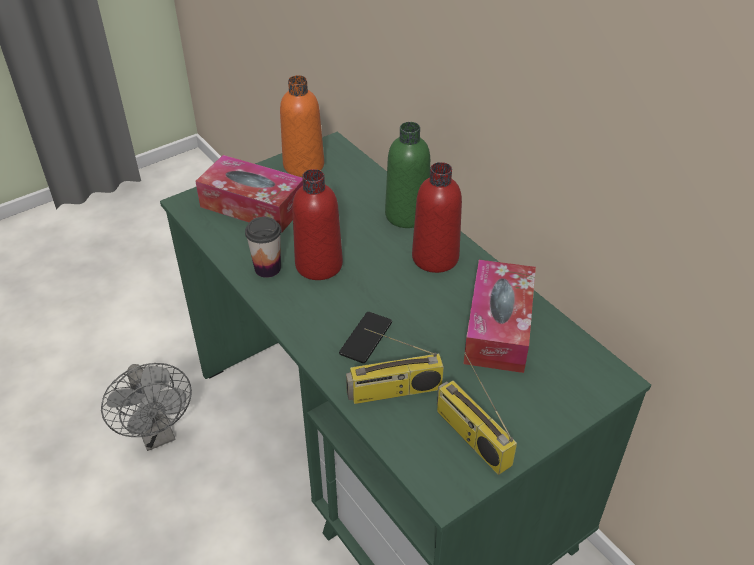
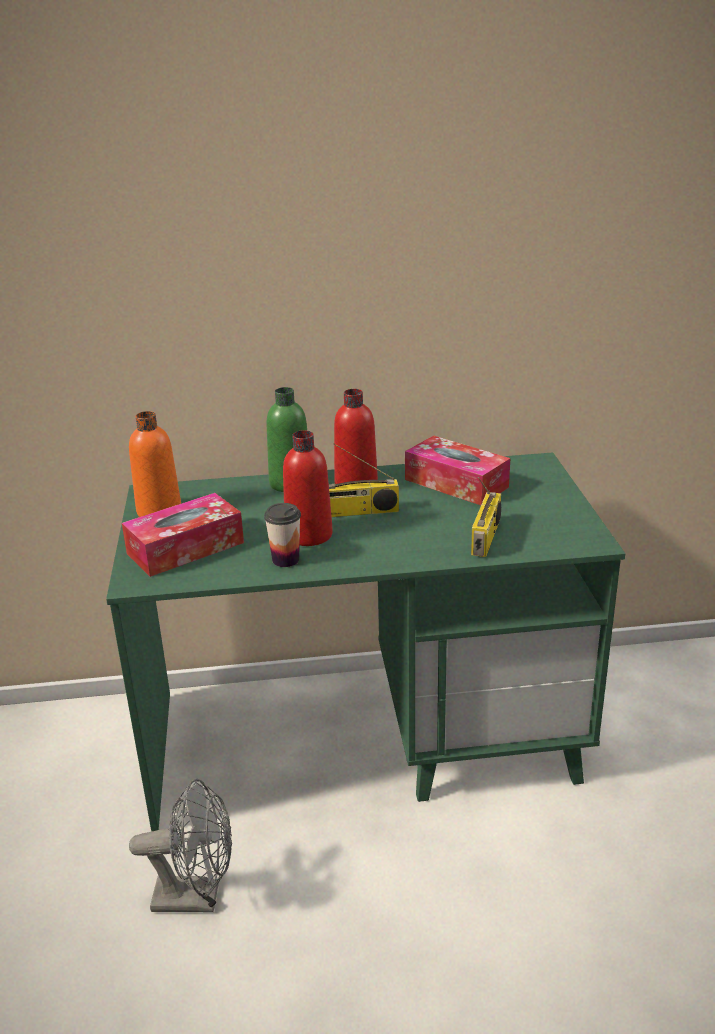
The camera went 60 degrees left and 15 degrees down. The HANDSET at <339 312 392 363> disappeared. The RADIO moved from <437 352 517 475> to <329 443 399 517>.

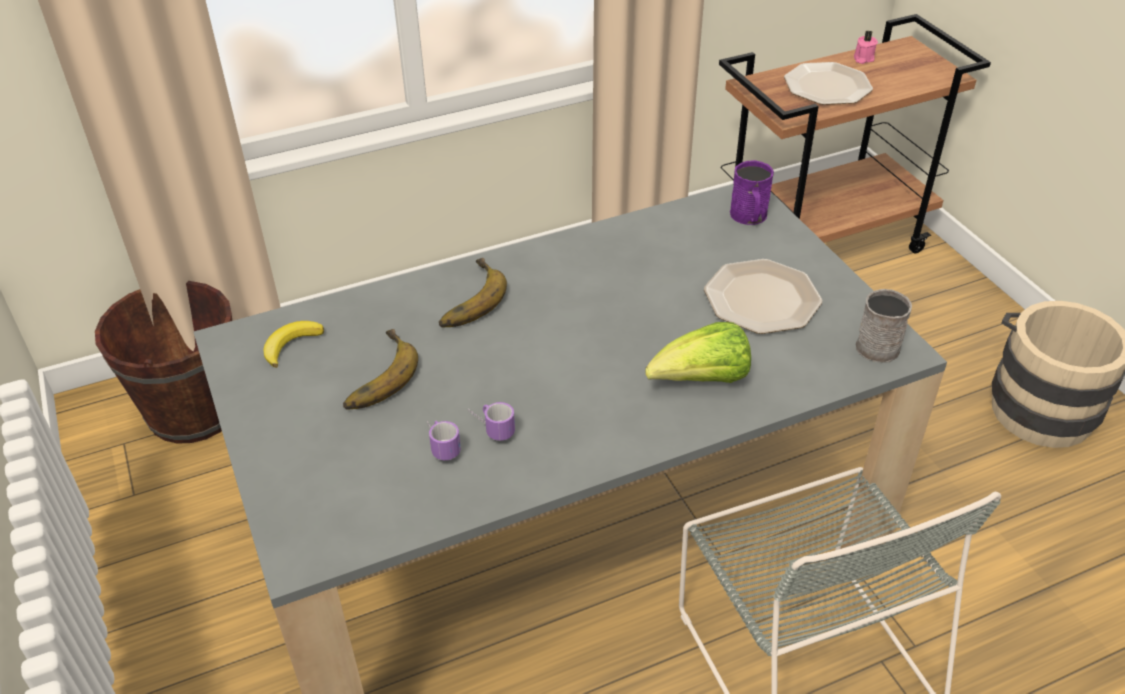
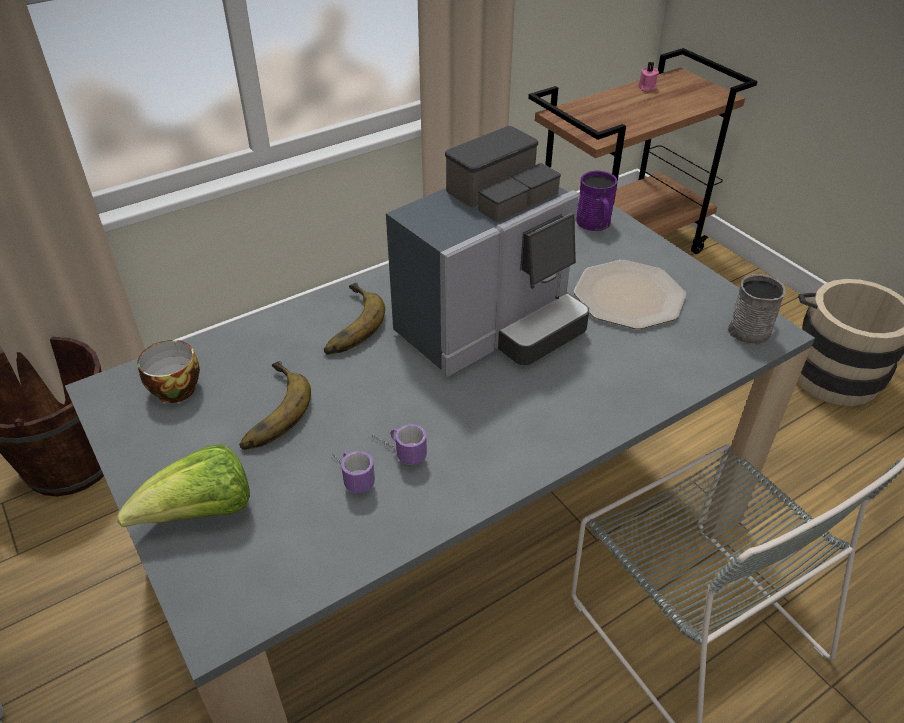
The camera went 10 degrees left and 0 degrees up. The BANANA FRUIT at <263 321 324 368> was replaced by the SMALL CUP at <137 340 200 403>. The LETTUCE moved from <645 322 751 383> to <118 444 250 527>. The DINNER PLATE at <784 62 873 105> disappeared. The COFFEE BREWER at <386 126 589 377> appeared.

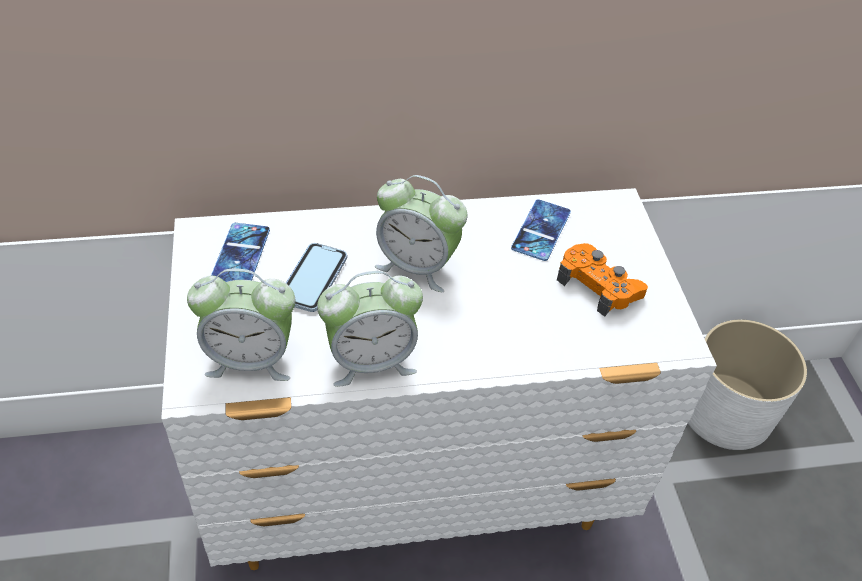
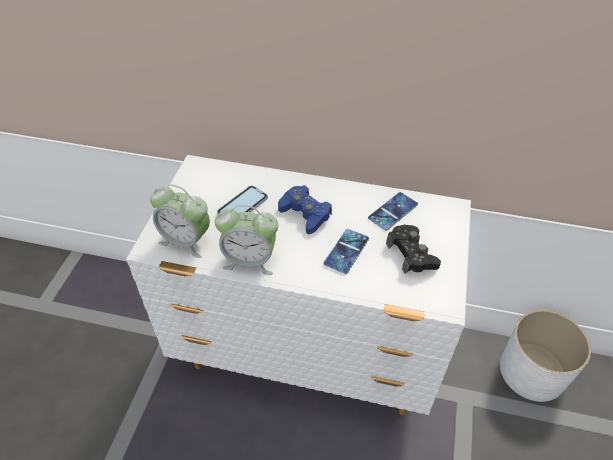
The camera went 25 degrees right and 0 degrees up. The HANDSET moved from <211 223 270 282> to <323 229 369 274>. The BEDSIDE CLOCK at <375 175 467 292> was replaced by the BLUE-COLOURED GAMEPAD at <278 186 332 234>. The ORANGEY GAMEPAD at <557 243 648 317> became the BLACKISH GAMEPAD at <386 224 441 274>.

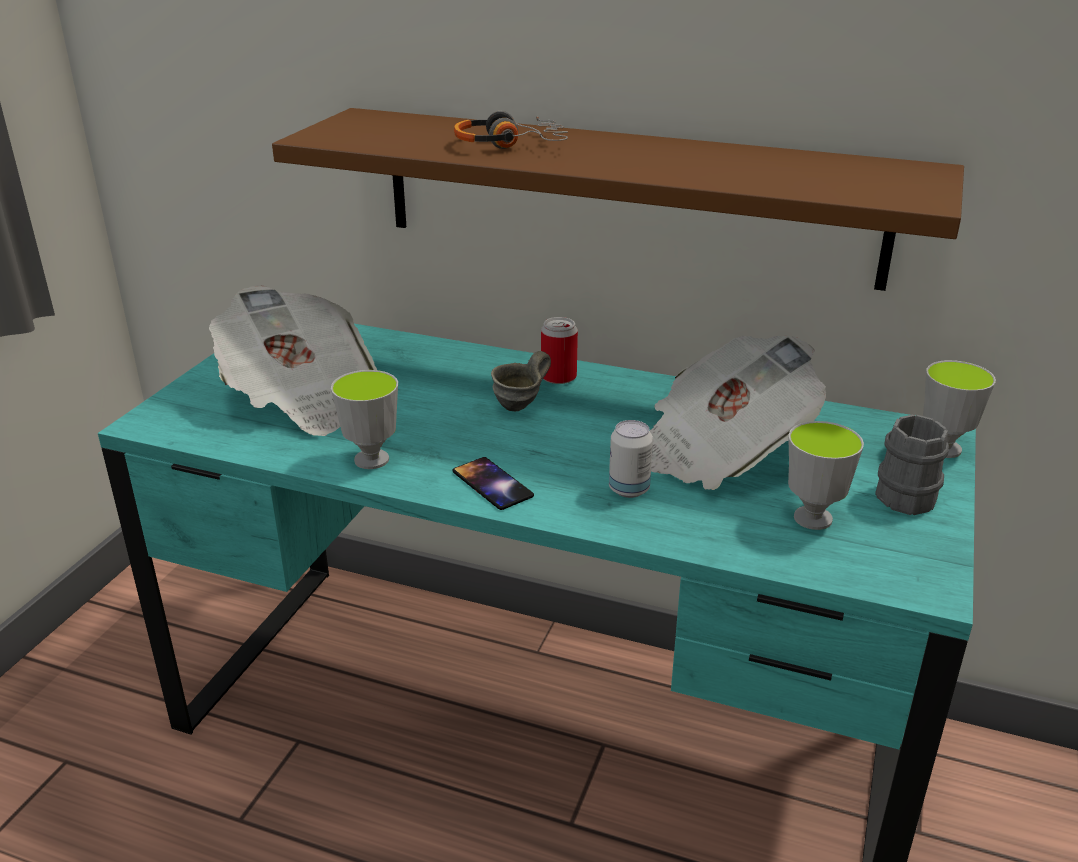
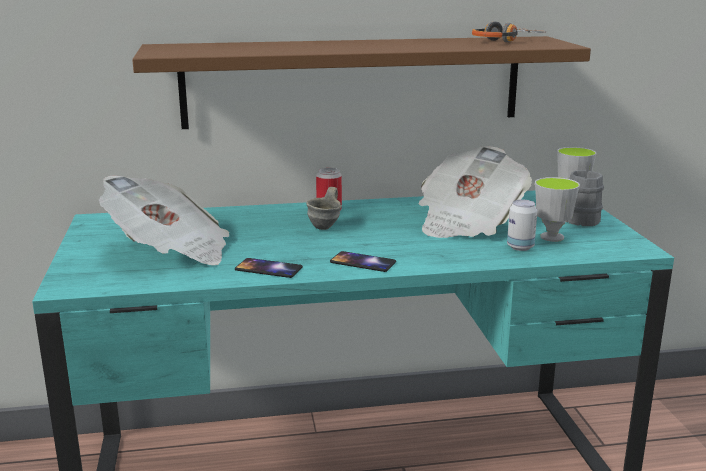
The camera went 30 degrees left and 10 degrees down. The SMALL CUP at <331 370 398 469> was replaced by the HANDSET at <235 258 303 278>. The PAIR OF HEADPHONES moved from <454 111 568 149> to <472 21 547 43>. The METAL CAN moved from <609 420 653 498> to <507 199 538 251>.

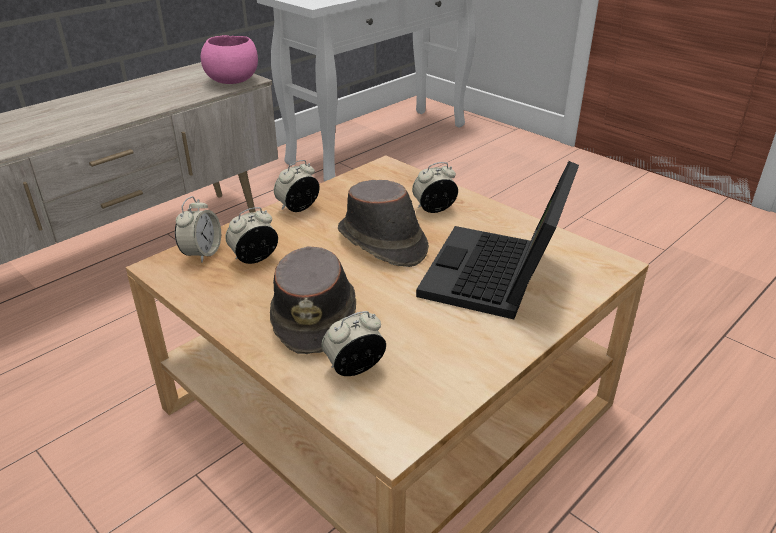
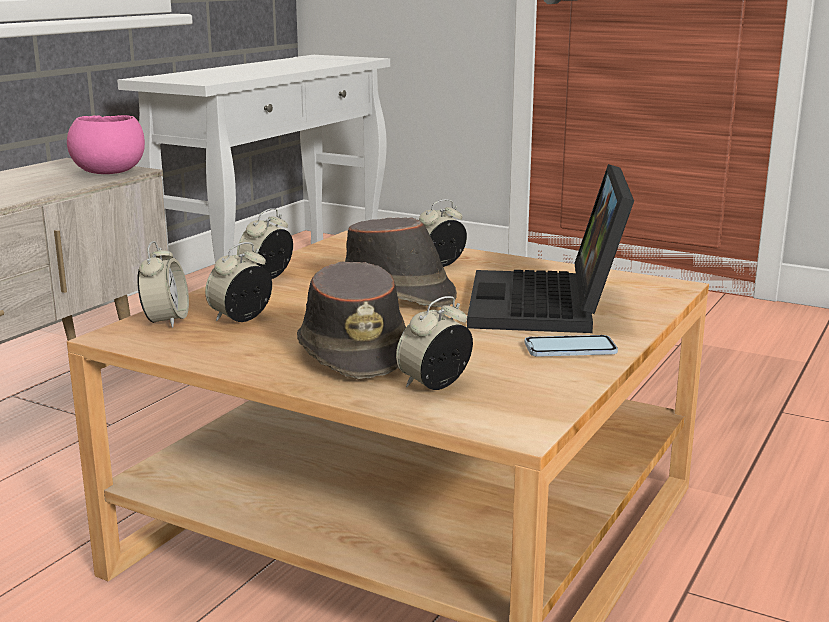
The camera went 15 degrees left and 15 degrees down. The HANDSET at <524 335 618 357> appeared.

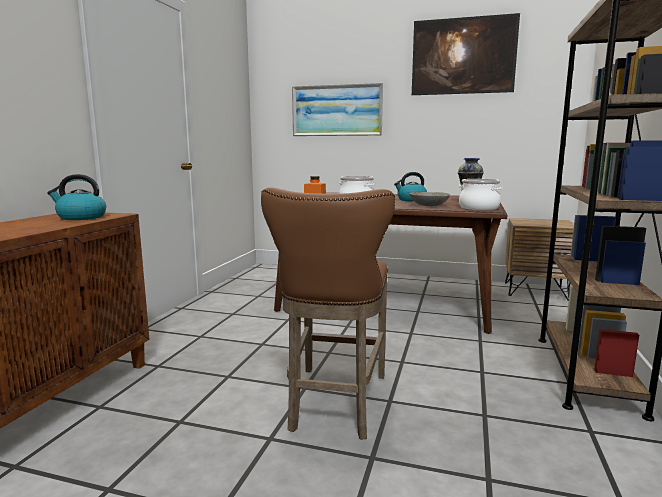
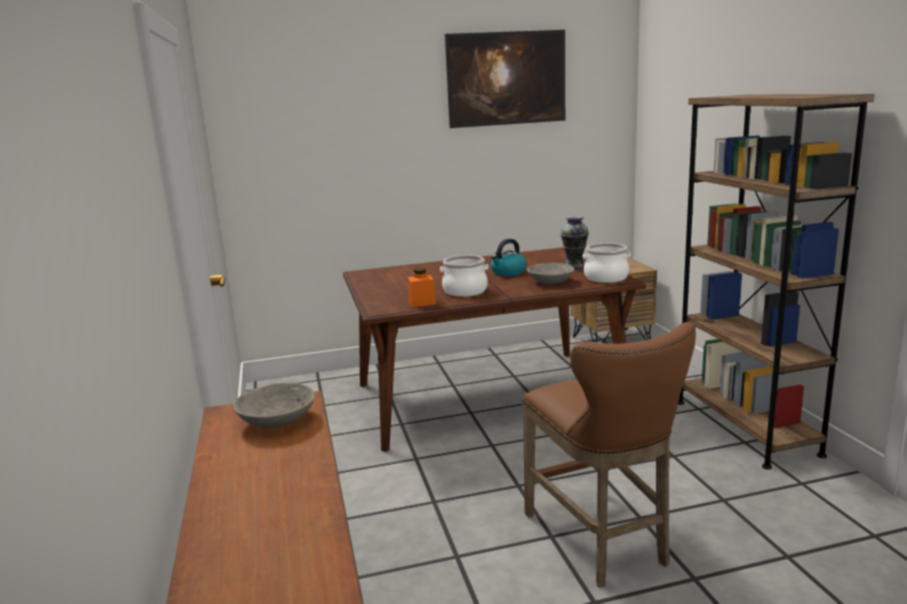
The camera went 30 degrees left and 5 degrees up. The KETTLE at <47 174 106 220> was replaced by the GREY BOWL at <234 383 315 428>. The PICTURE at <292 83 383 136> disappeared.

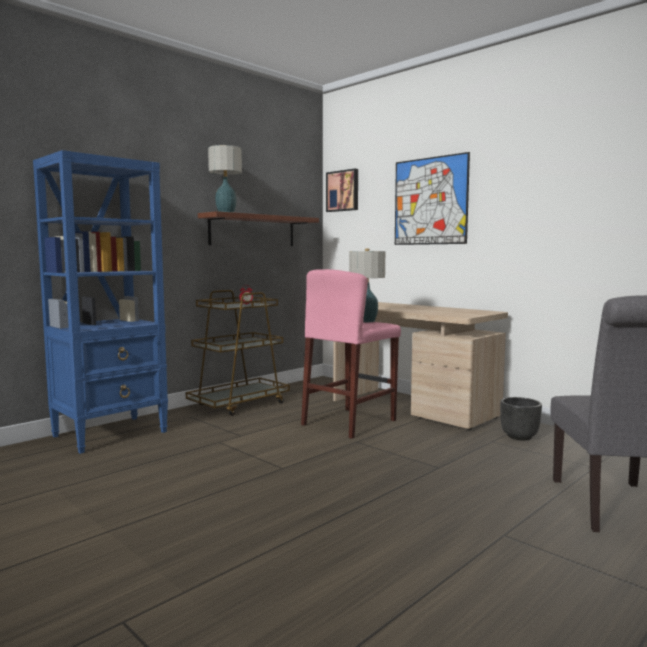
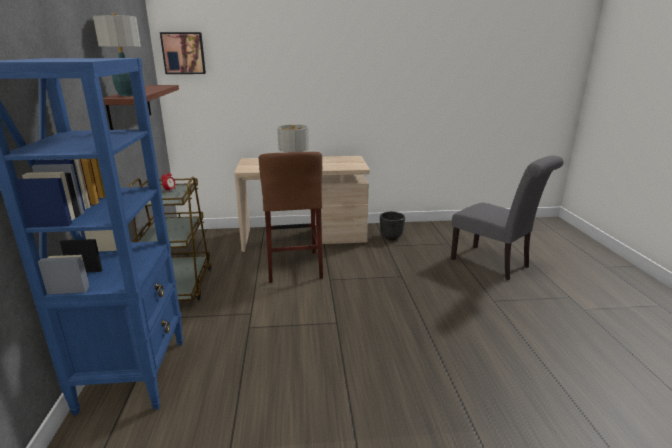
The camera went 50 degrees left and 15 degrees up. The PINK-COLOURED SITTING STOOL at <301 269 401 439> became the BROWN-COLOURED SITTING STOOL at <259 152 323 283>. The PICTURE at <395 152 470 245> disappeared.

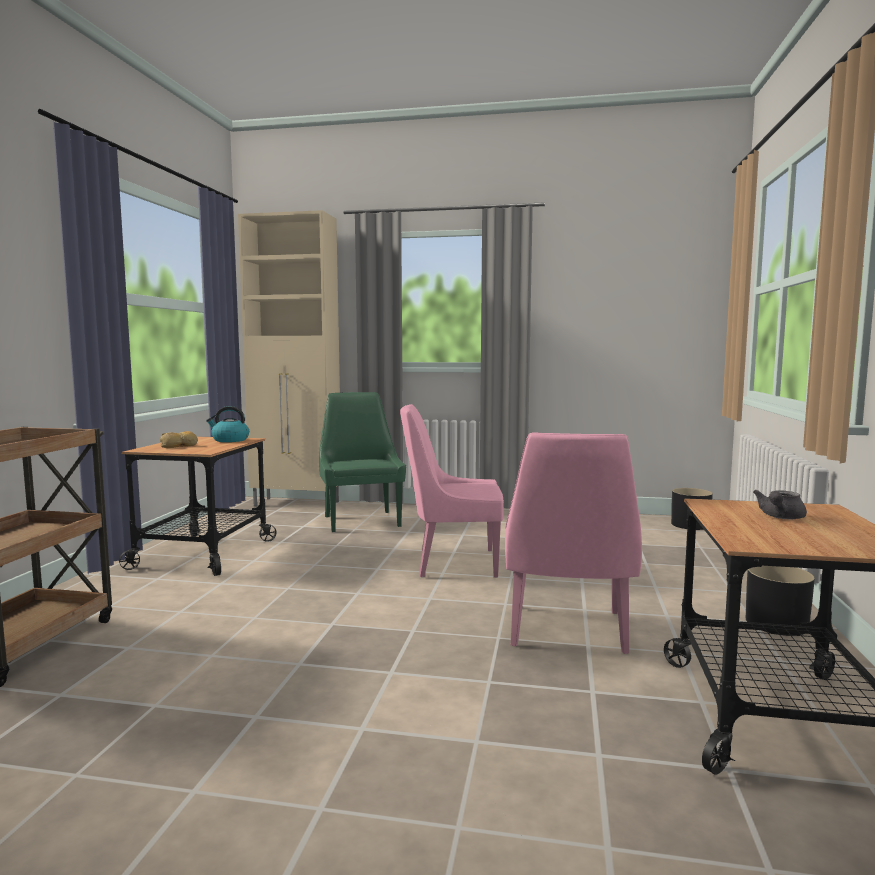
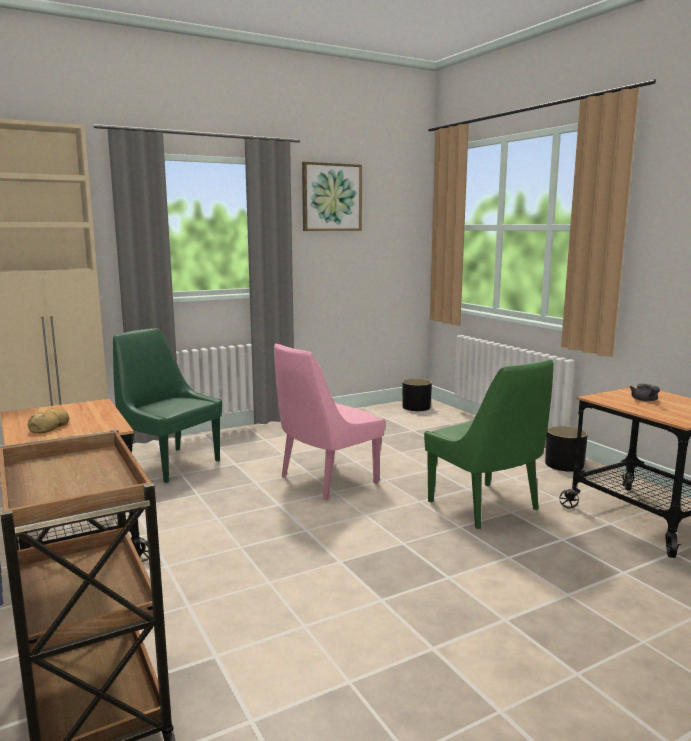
The camera went 40 degrees left and 5 degrees up. The KETTLE at <206 406 249 442> disappeared. The PINK-COLOURED CHAIR at <505 432 642 654> became the GREEN CHAIR at <424 360 554 529>. The PICTURE at <302 162 362 231> appeared.

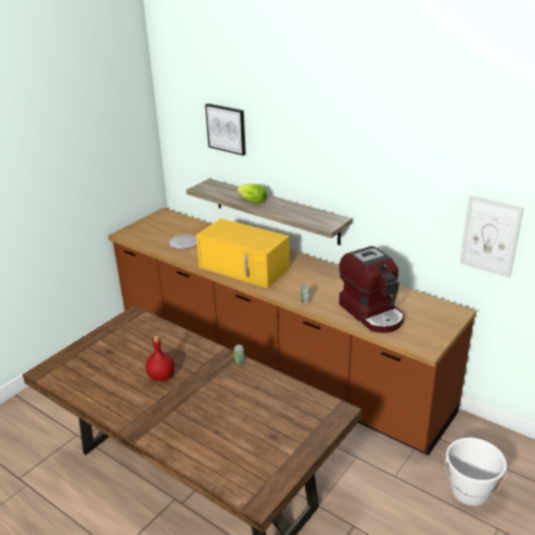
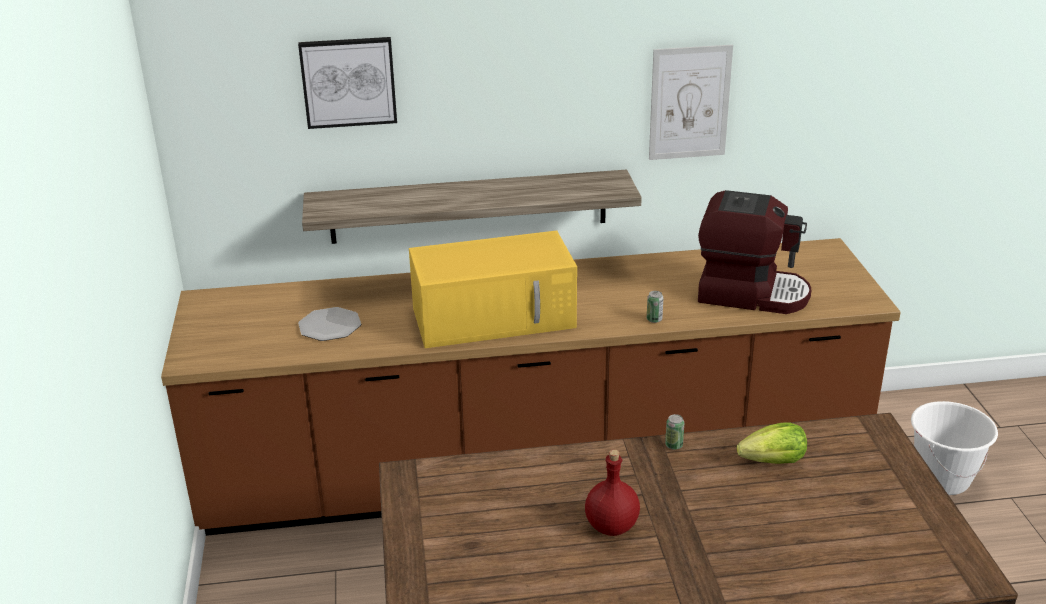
The camera went 45 degrees left and 0 degrees up. The LETTUCE moved from <237 184 267 204> to <737 422 807 464>. The PICTURE moved from <460 196 524 278> to <649 45 733 160>.

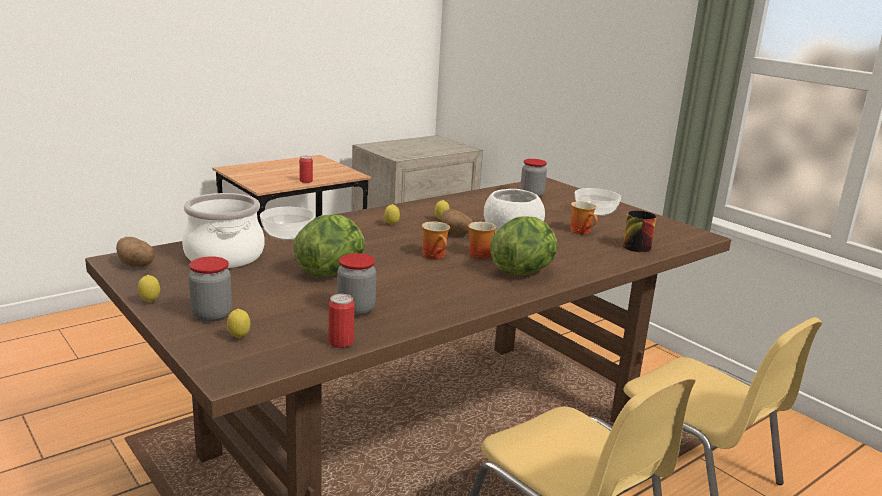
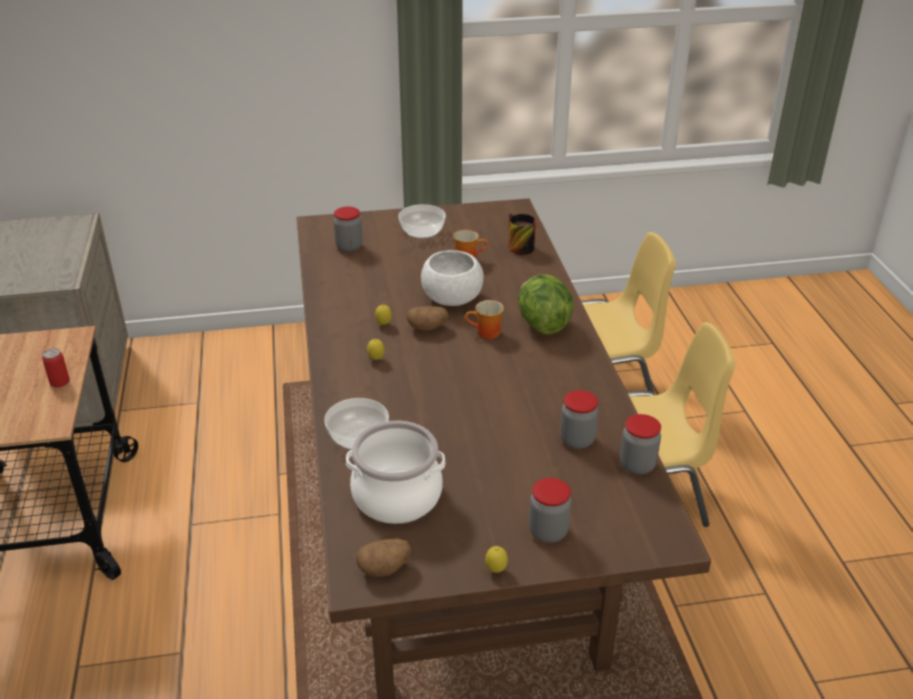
The camera went 60 degrees left and 15 degrees up. The CITRUS FRUIT at <227 309 250 339> disappeared. The LETTUCE at <293 215 365 276> disappeared. The METAL CAN at <329 294 355 348> was replaced by the STORAGE JAR at <620 414 661 475>. The MUG at <422 221 450 259> disappeared.

